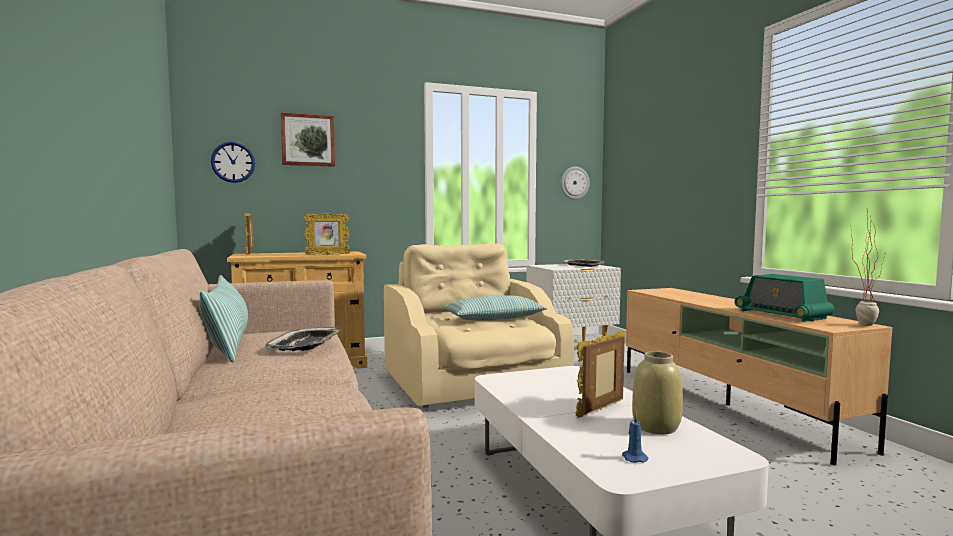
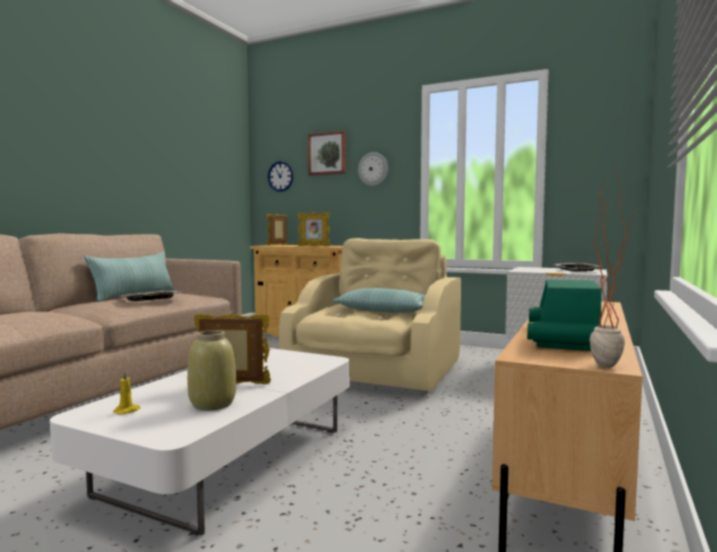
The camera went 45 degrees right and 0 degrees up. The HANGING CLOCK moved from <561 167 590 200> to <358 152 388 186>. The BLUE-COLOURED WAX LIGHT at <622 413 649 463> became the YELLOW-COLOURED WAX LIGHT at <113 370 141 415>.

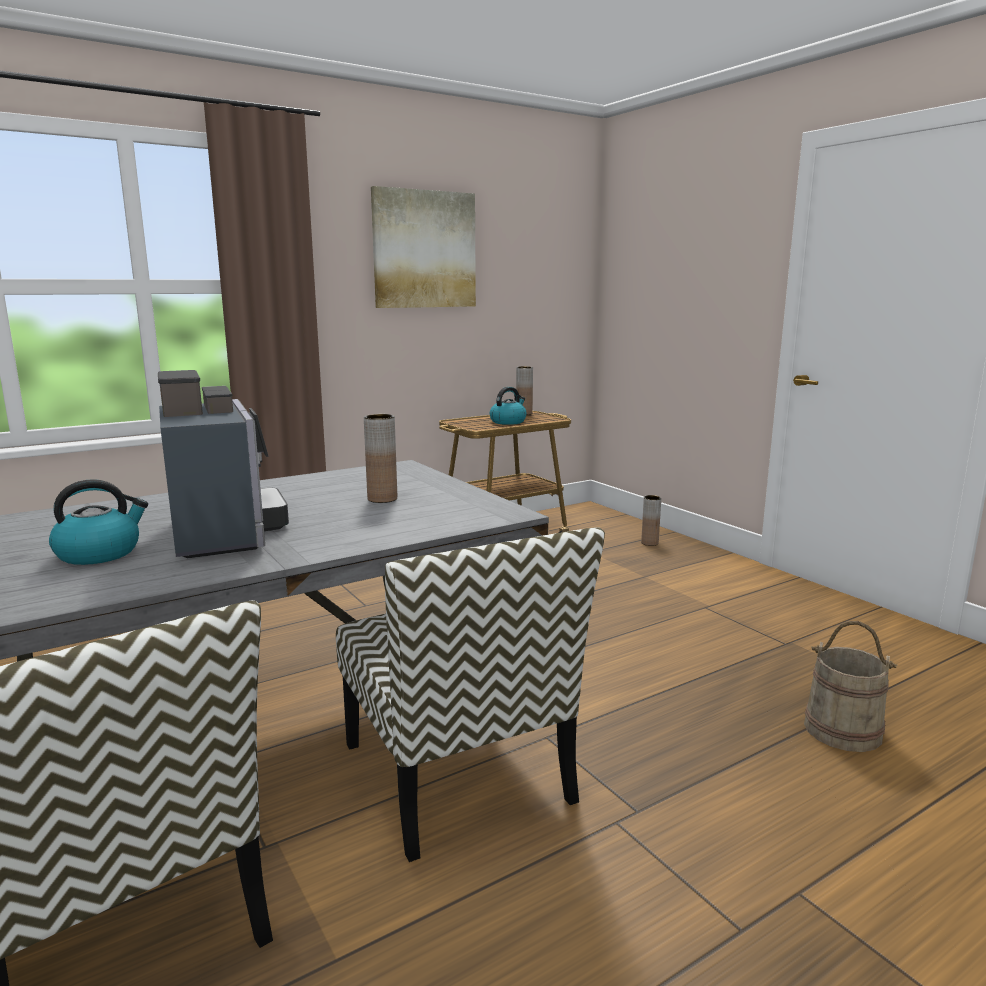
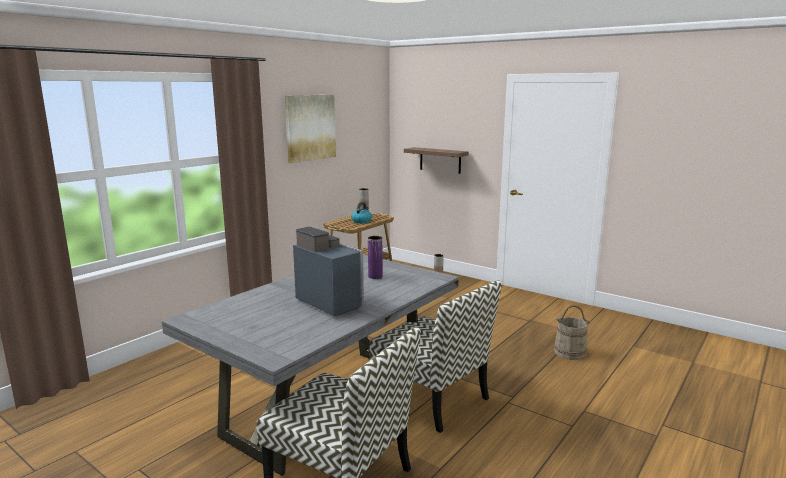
The camera went 20 degrees left and 0 degrees up. The KETTLE at <49 479 148 565> disappeared. The BROWN-COLOURED VASE at <364 414 397 503> became the PURPLE VASE at <368 236 383 279>. The SHELF at <404 147 469 174> appeared.

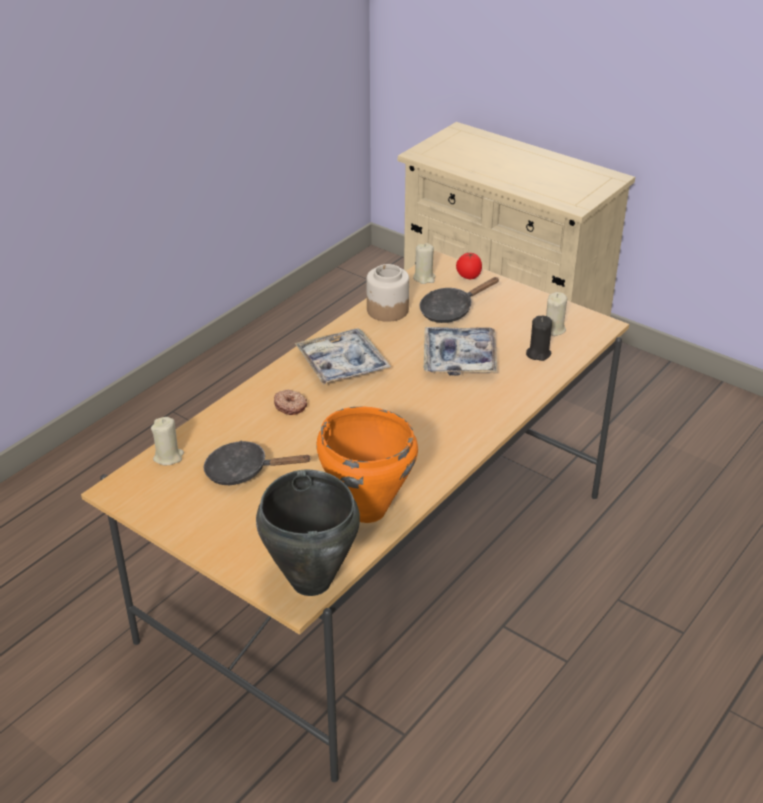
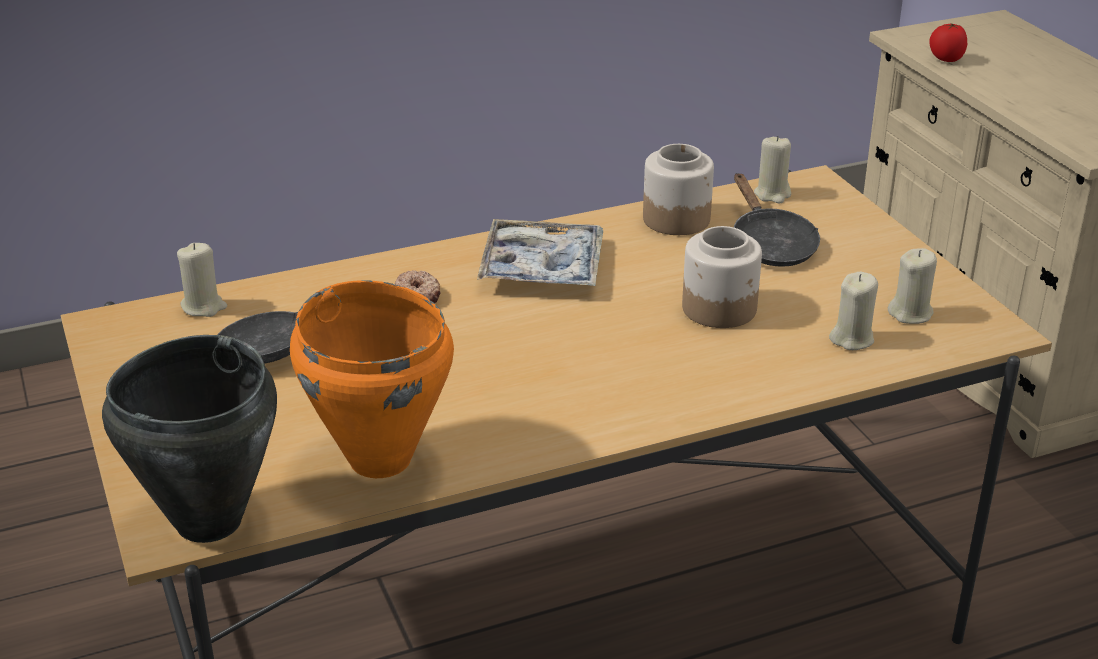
The camera went 30 degrees right and 5 degrees down. The BLACKISH FRYING PAN at <419 277 500 323> turned 105 degrees counterclockwise. The TRAY at <424 327 497 376> was replaced by the STORAGE JAR at <682 226 762 328>. The WHOLE TOMATO moved from <456 253 482 279> to <929 23 967 62>. The BLACKISH WAX LIGHT at <526 316 552 361> became the BEIGE WAX LIGHT at <829 272 878 350>.

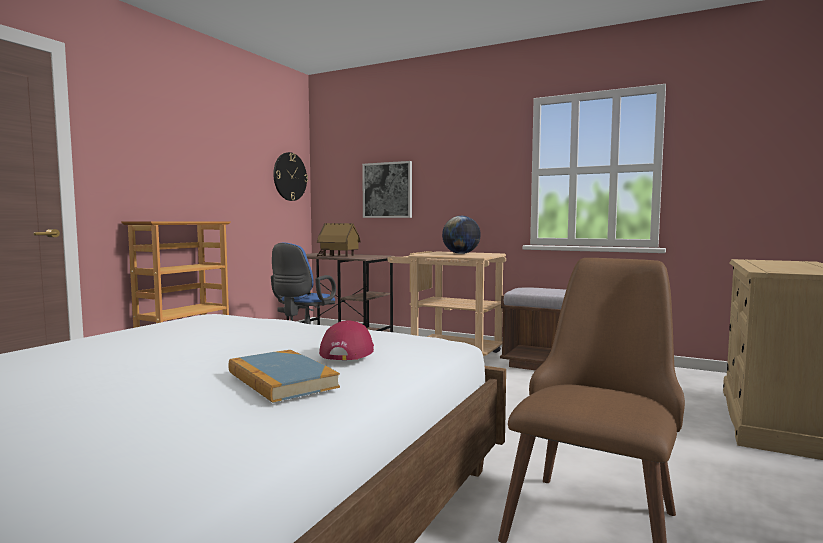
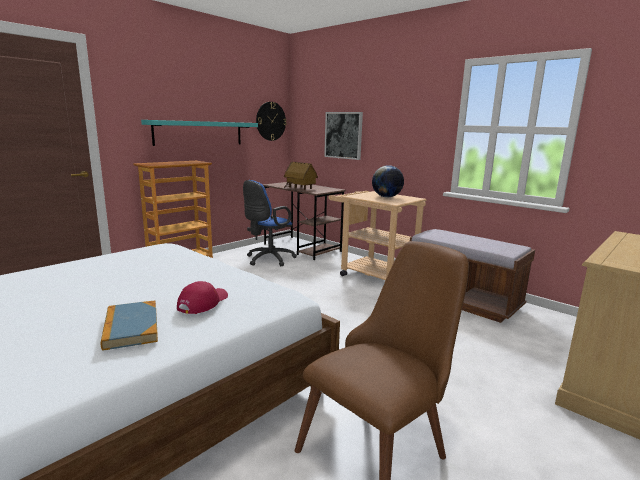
The camera went 15 degrees right and 10 degrees up. The TURQUOISE-COLOURED SHELF at <141 120 258 146> appeared.

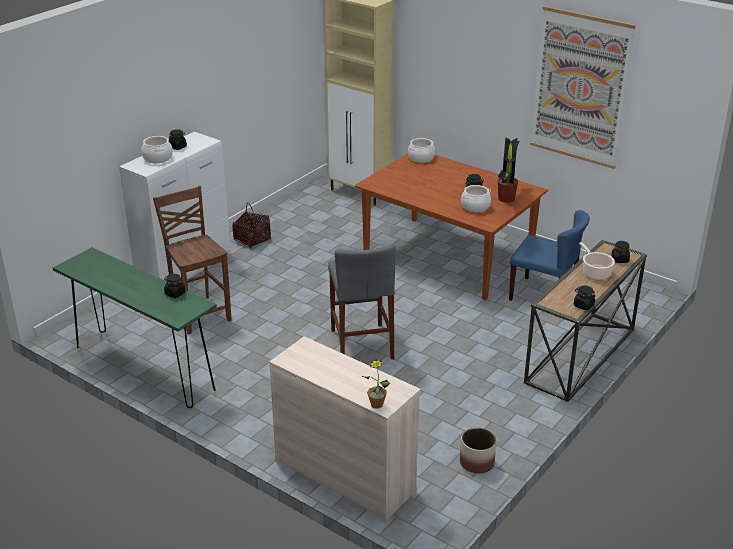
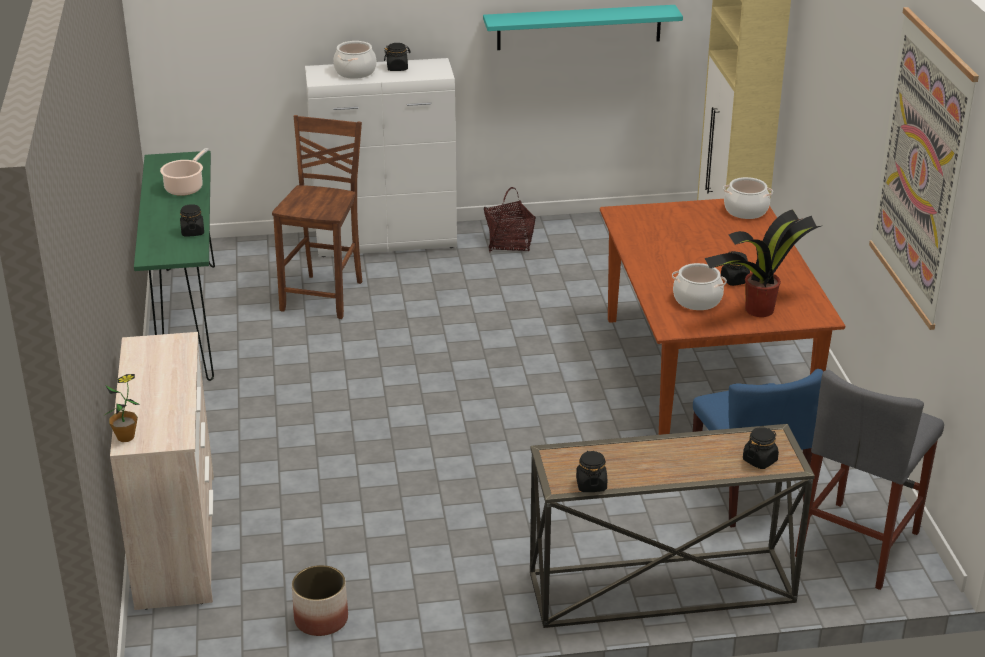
The camera went 45 degrees right and 0 degrees up. The GREY SITTING STOOL moved from <328 244 396 360> to <795 370 944 590>. The STOCKPOT moved from <579 242 615 280> to <160 148 209 196>. The TURQUOISE-COLOURED SHELF at <483 5 683 50> appeared.

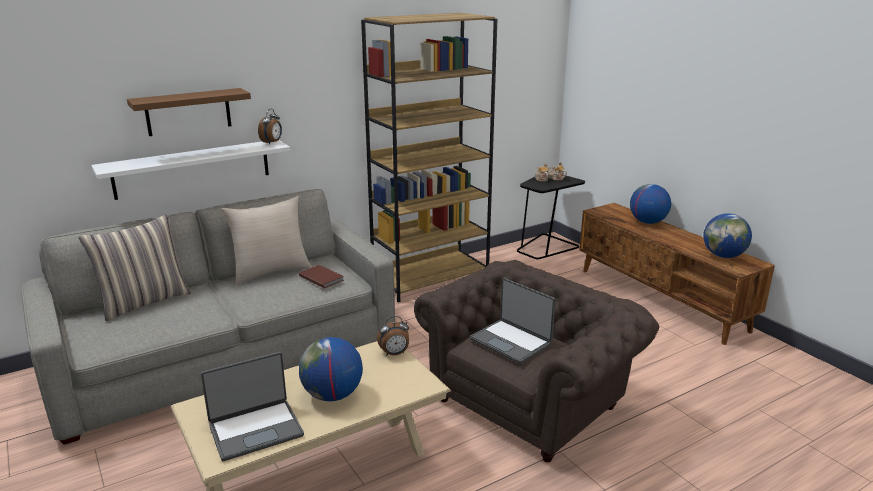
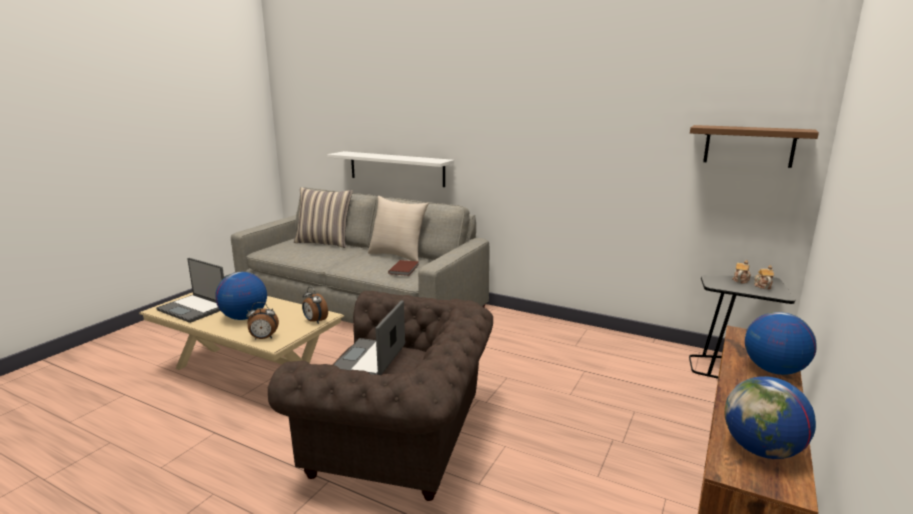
The camera went 60 degrees right and 5 degrees down. The BROWN-COLOURED SHELF moved from <127 88 251 136> to <690 125 819 168>. The BEDSIDE CLOCK moved from <258 109 282 145> to <246 302 279 340>. The BROWN-COLOURED BOOKCASE at <361 13 497 302> disappeared.

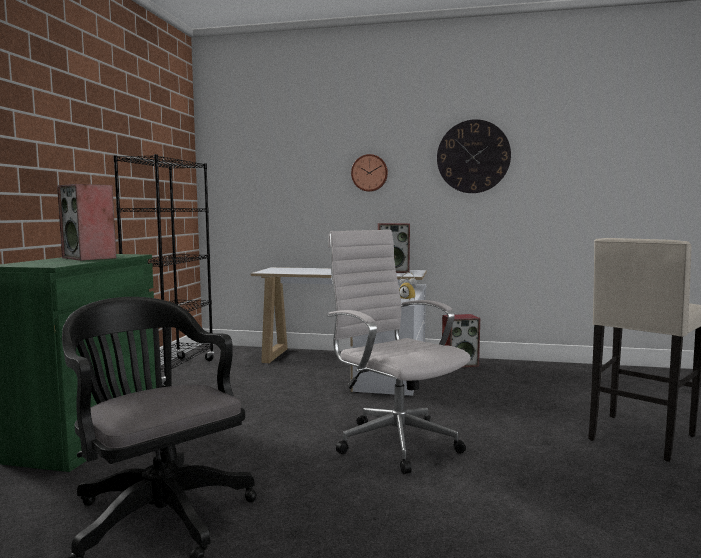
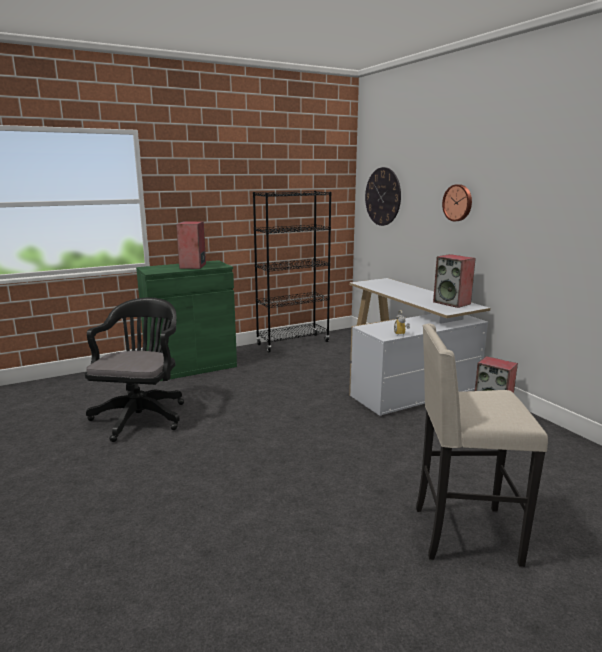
The camera went 50 degrees right and 10 degrees up. The WHITISH COMPUTER CHAIR at <327 230 471 474> disappeared. The HANGING CLOCK moved from <437 119 511 193> to <365 167 401 226>.

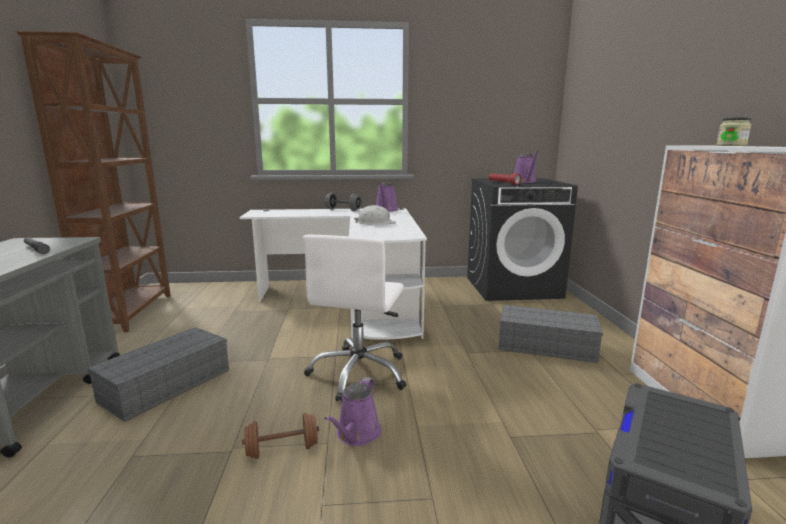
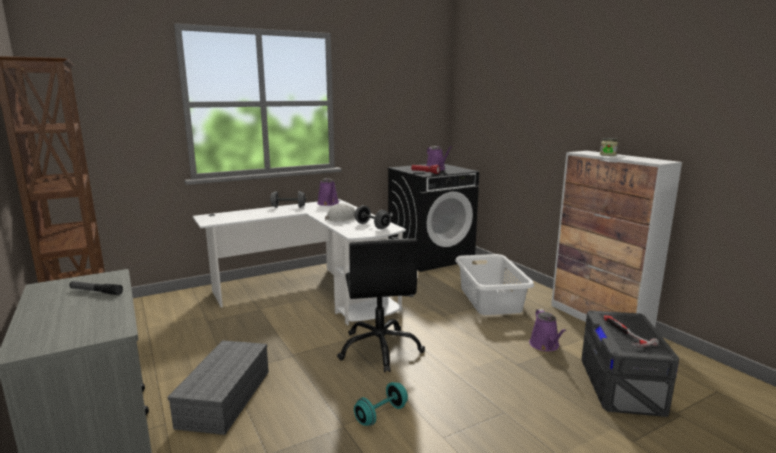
The camera went 25 degrees left and 0 degrees up. The BROWN-COLOURED DUMBBELL at <242 413 319 459> became the TURQUOISE-COLOURED DUMBBELL at <354 382 408 426>. The WHITISH COMPUTER CHAIR at <303 235 407 402> became the BLACKISH COMPUTER CHAIR at <337 239 425 373>. The PURPLE SPRINKLING CAN moved from <324 377 381 446> to <529 309 566 351>. The GREY STORAGE CONTAINER at <499 305 603 363> was replaced by the WHITISH HAMPER at <455 254 534 315>. The GREY DUMBBELL at <354 205 391 229> appeared. The TOOL HAMMER at <604 315 659 347> appeared.

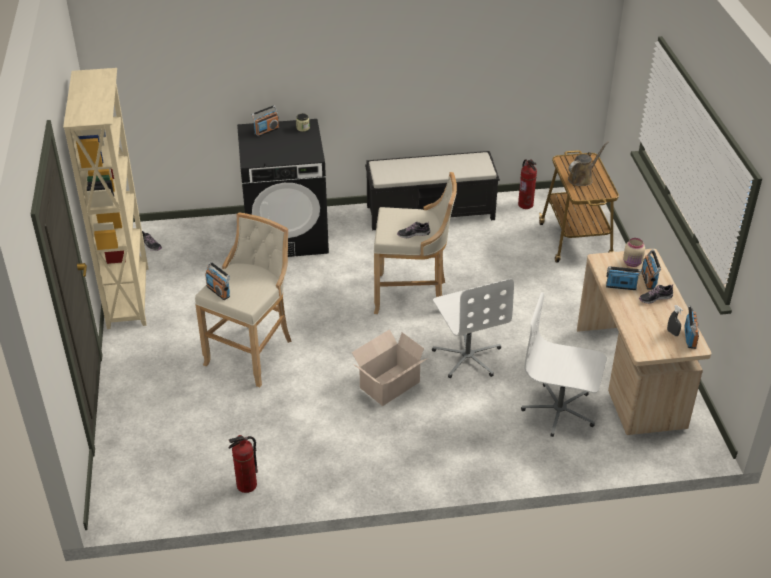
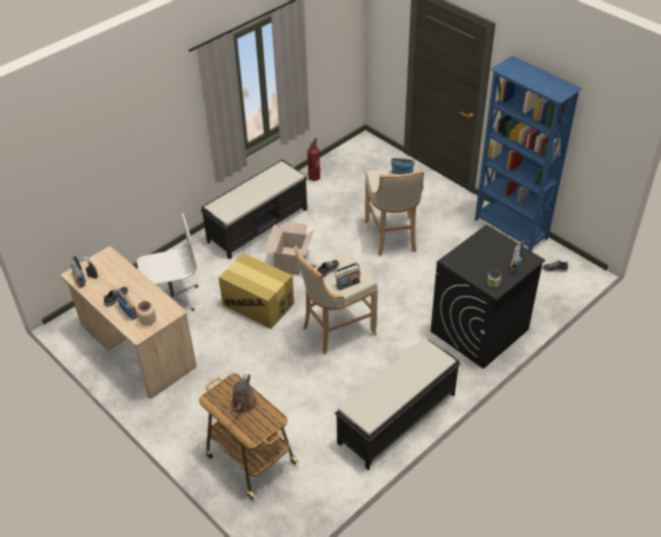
The camera went 145 degrees right and 5 degrees up. The BEIGE BOOKCASE at <63 68 148 329> became the BLUE-COLOURED BOOKCASE at <475 56 582 252>. The WHITISH COMPUTER CHAIR at <432 279 514 378> was replaced by the CARDBOARD BOX at <219 253 294 329>. The EXTINGUISHER at <518 159 537 209> disappeared. The RADIO moved from <606 266 641 290> to <334 263 360 290>. The BLACKISH LONG SEAT at <201 159 307 259> appeared.

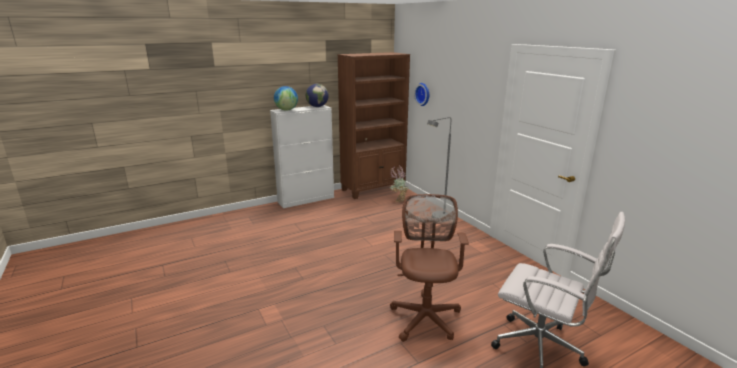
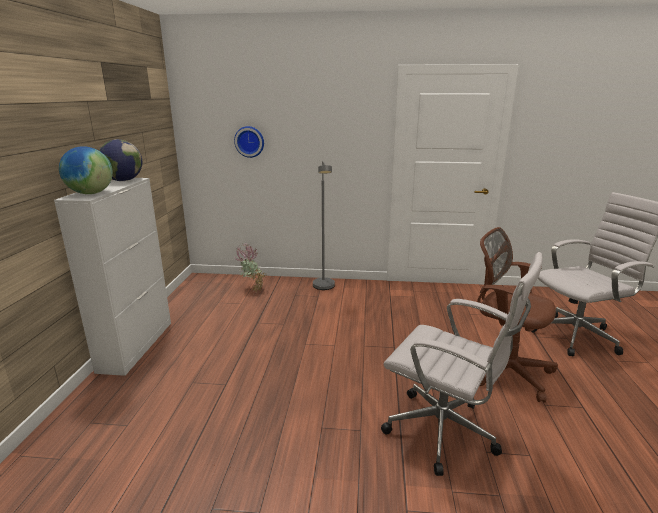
The camera went 55 degrees left and 0 degrees up. The BROWN-COLOURED BOOKCASE at <337 52 410 199> disappeared. The WHITISH COMPUTER CHAIR at <381 252 543 476> appeared.

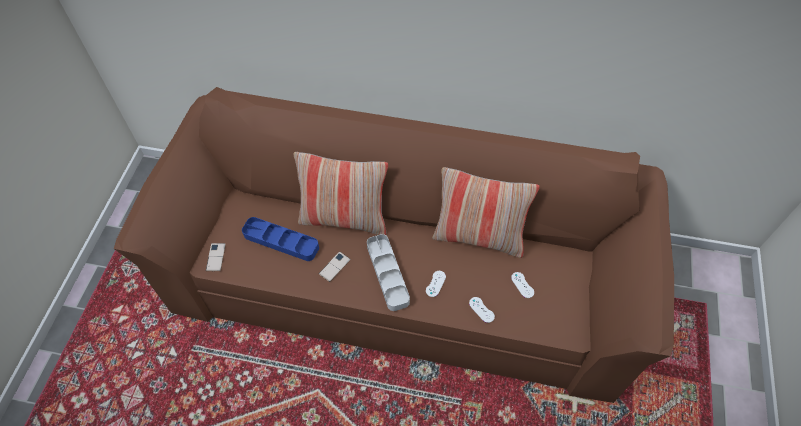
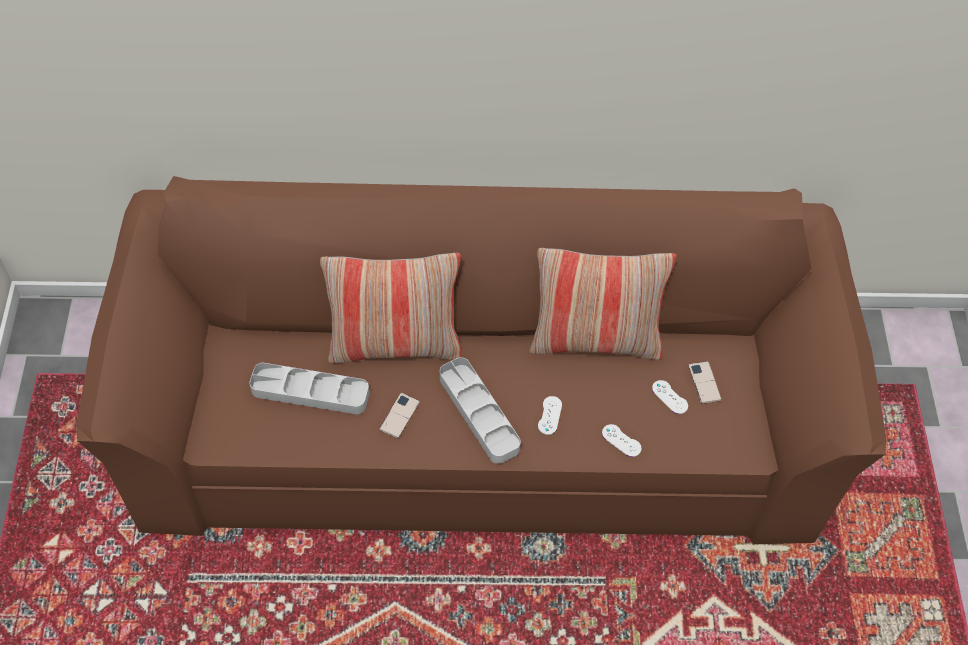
The camera went 15 degrees left and 0 degrees up. The HANDSET moved from <206 243 226 271> to <688 361 721 404>. The BLUE-COLOURED TRAY at <242 217 319 261> became the GREY TRAY at <249 363 369 414>.

